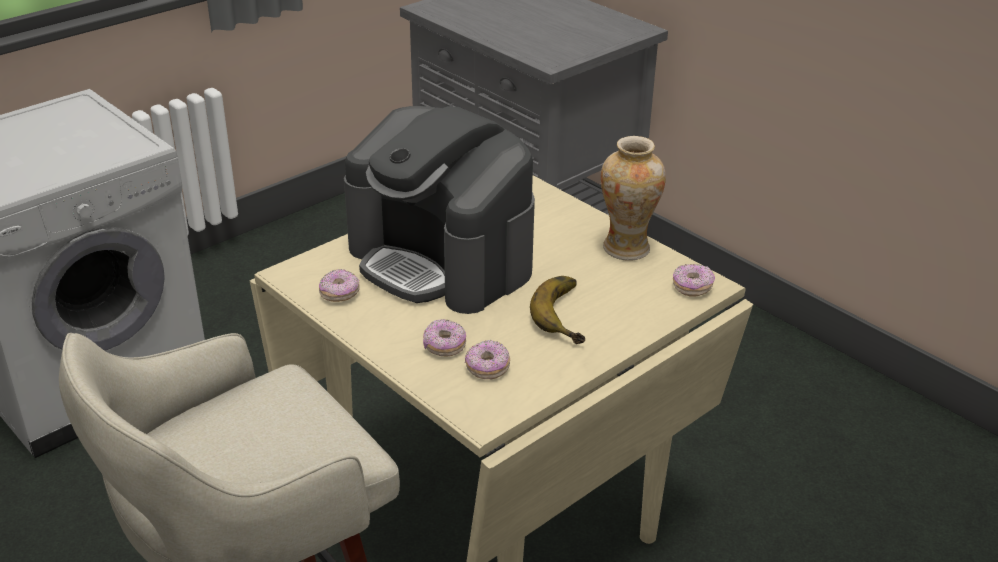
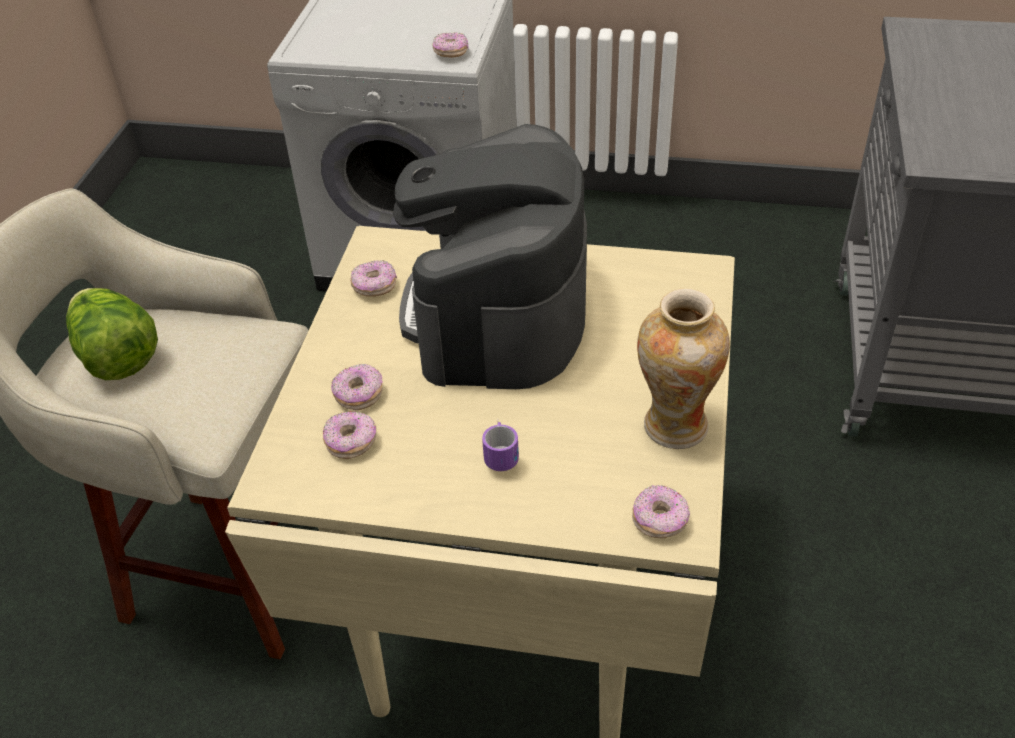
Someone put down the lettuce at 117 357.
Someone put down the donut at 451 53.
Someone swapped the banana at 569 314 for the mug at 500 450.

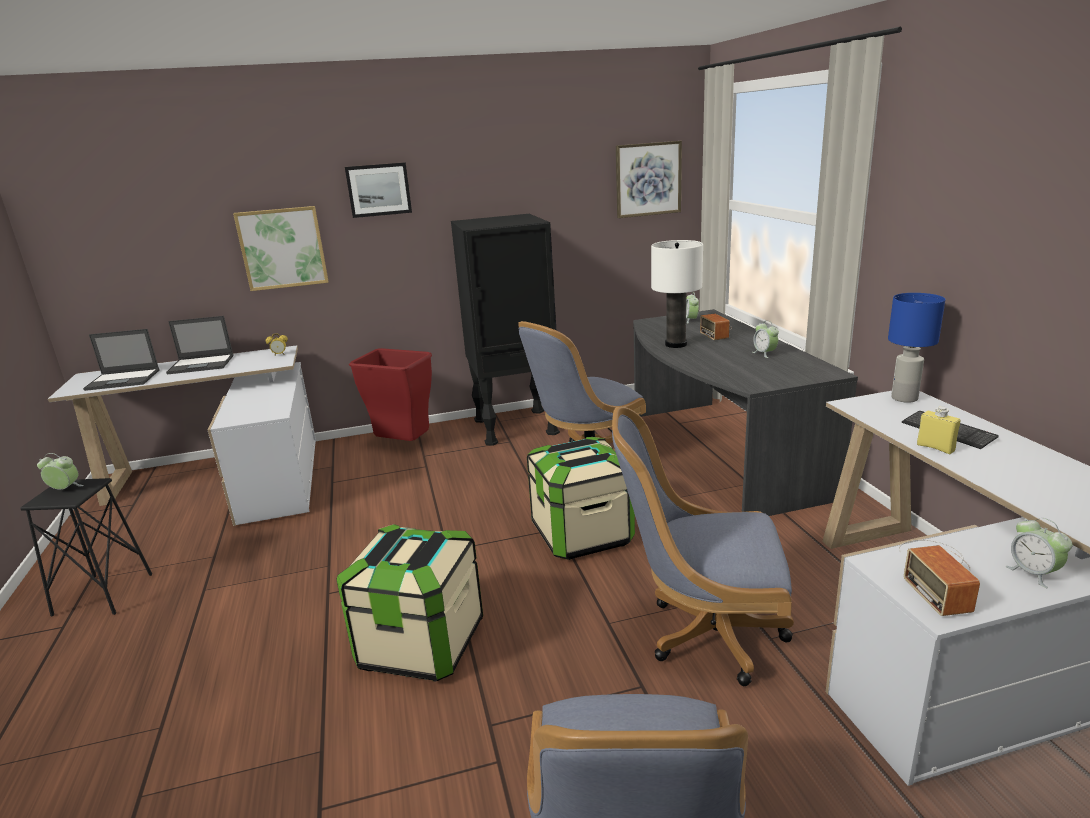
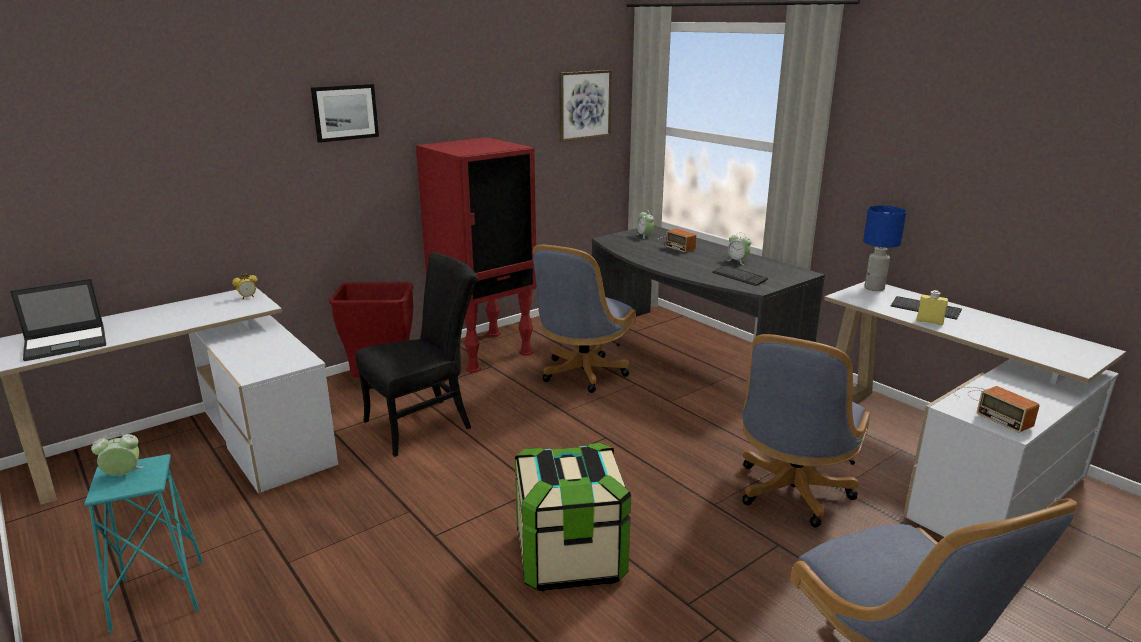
Someone repainted the black stool at 103 594, which became the turquoise stool at 158 595.
Someone put down the black chair at 424 423.
Someone repainted the black cabinet at 516 426, which became the red cabinet at 485 351.
Someone put down the keyboard at 739 277.
Someone rotated the blue office chair at 702 635 by 45 degrees counterclockwise.
Someone took away the laptop at 202 364.
Someone took away the picture at 282 248.
Someone took away the storage box at 582 534.
Someone took away the white table lamp at 676 344.
Someone took away the alarm clock at 1033 573.

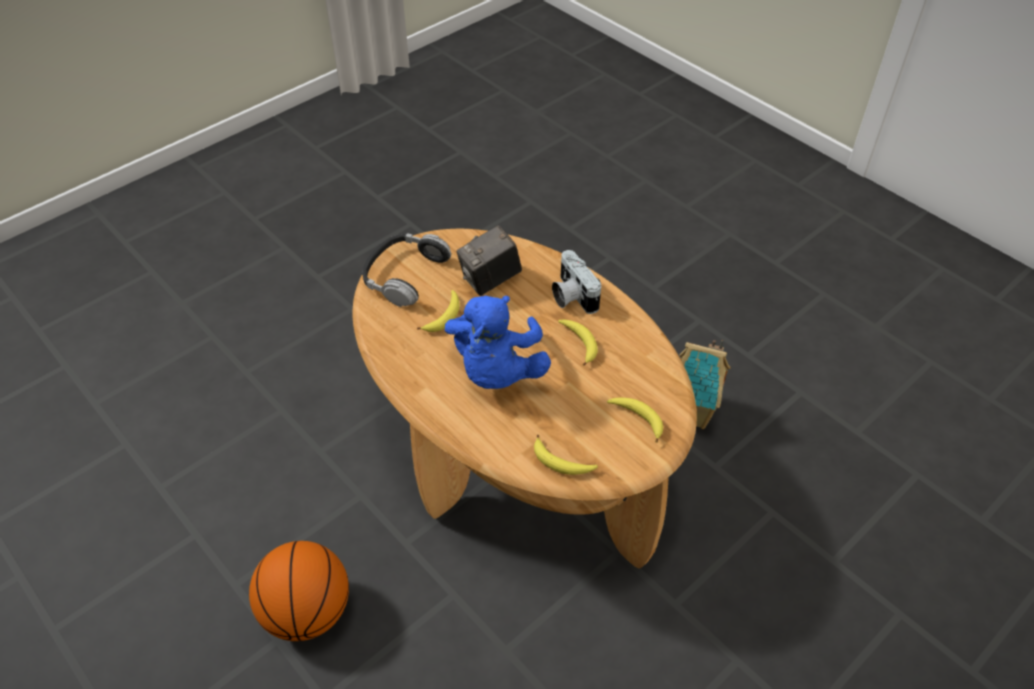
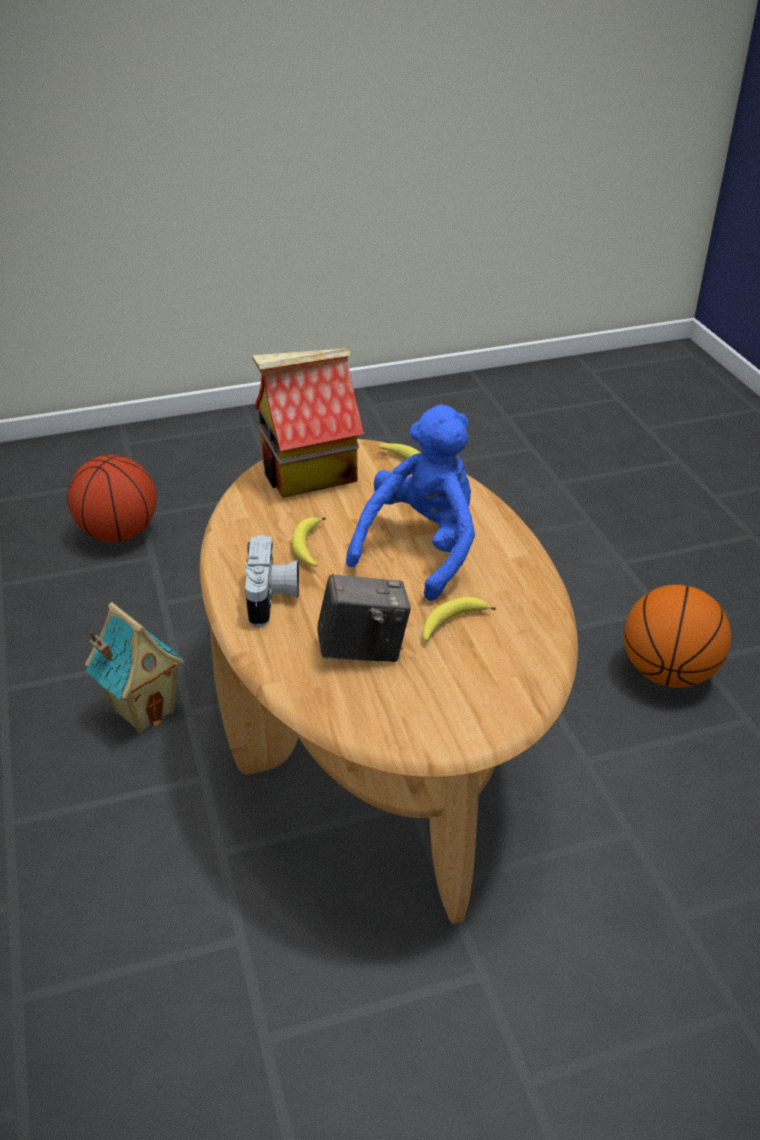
Someone put down the basketball at 119 533.
Someone swapped the banana at 637 419 for the toy house at 308 473.
Someone took away the headphones at 404 275.

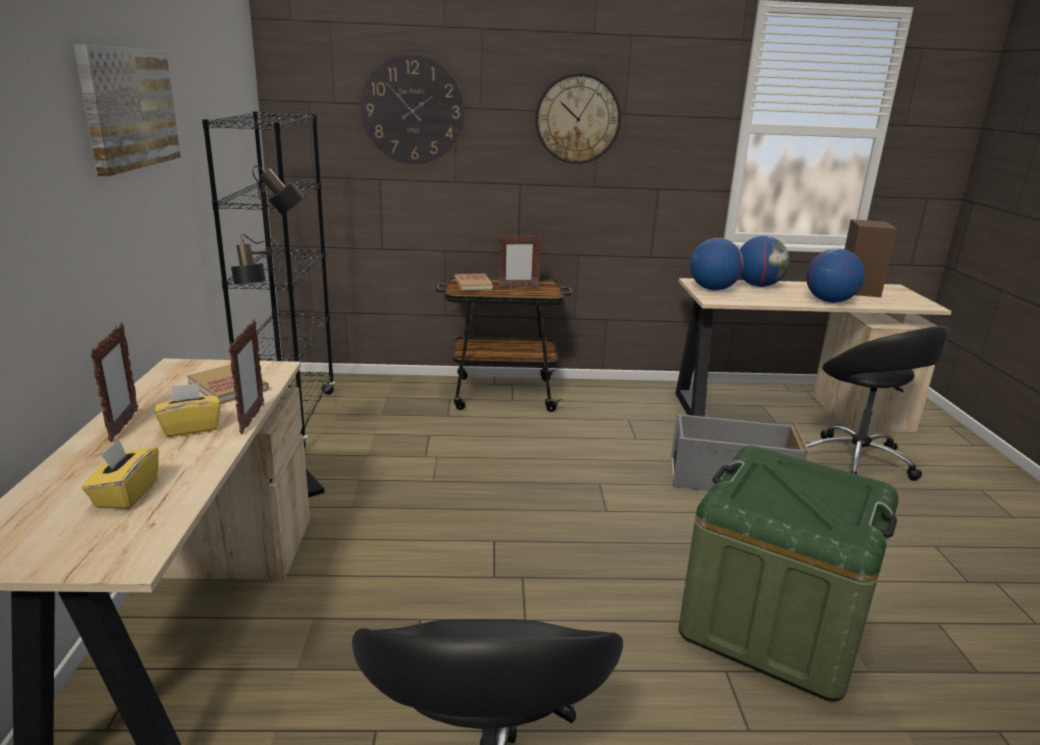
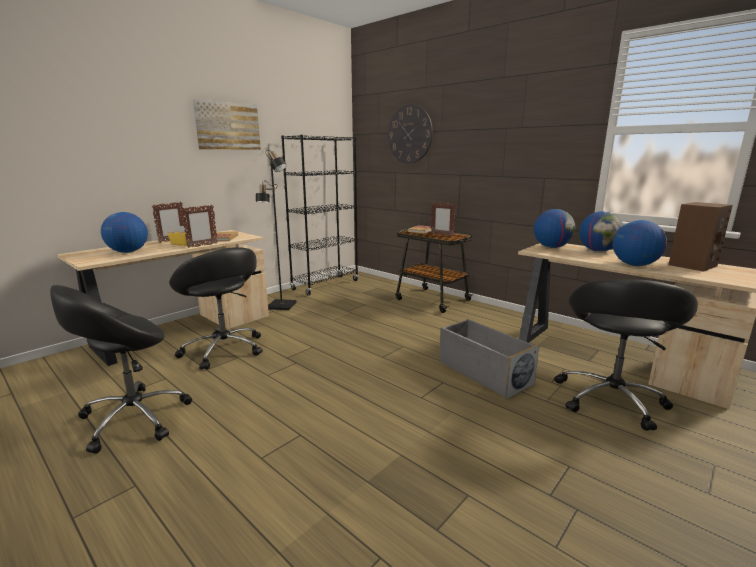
Someone swapped the yellow tissue box at 126 494 for the globe at 128 252.
Someone put down the black office chair at 224 351.
Someone took away the wall clock at 577 119.
Someone took away the green storage box at 773 624.

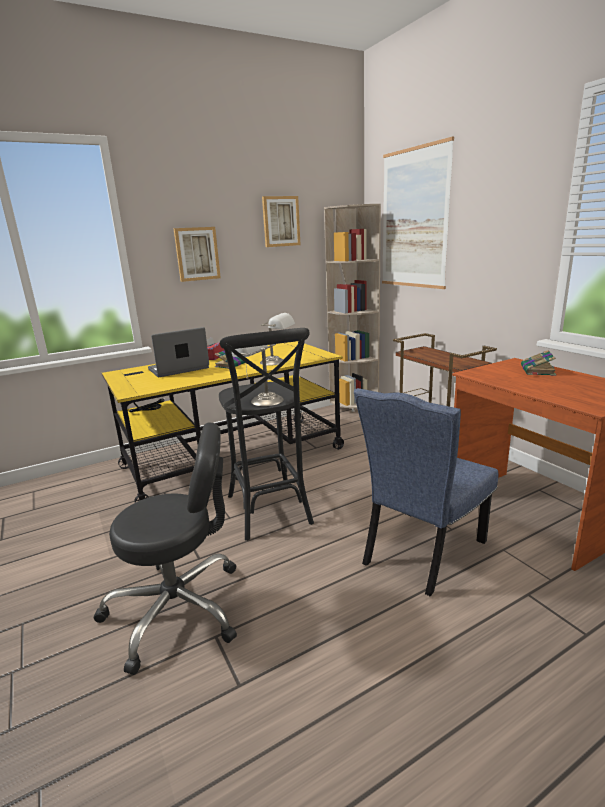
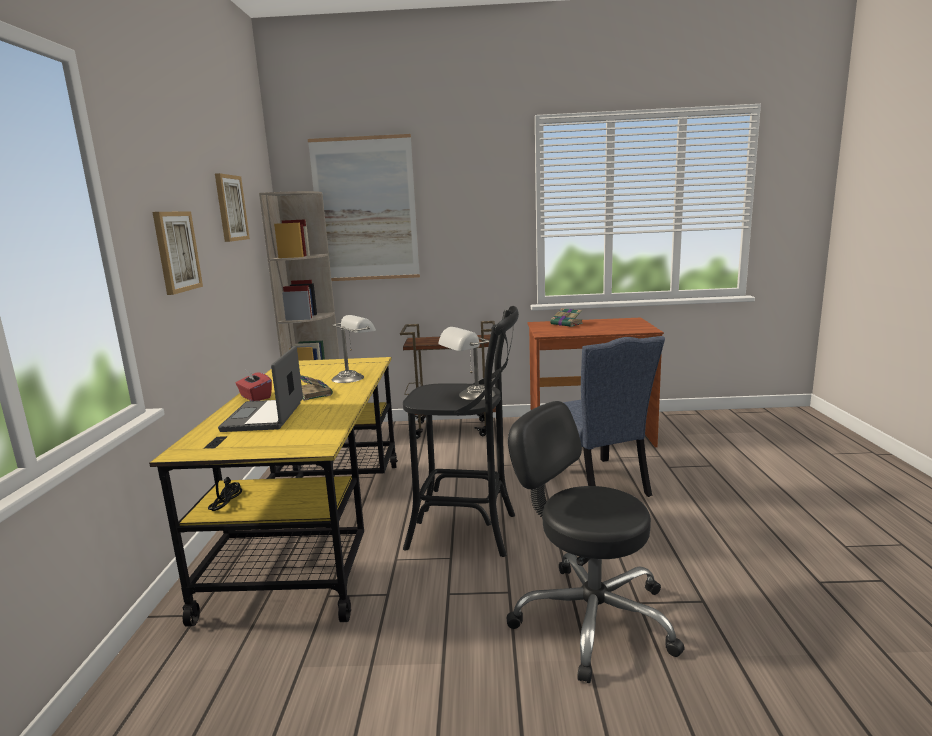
Someone rotated the black office chair at 183 608 by 75 degrees counterclockwise.

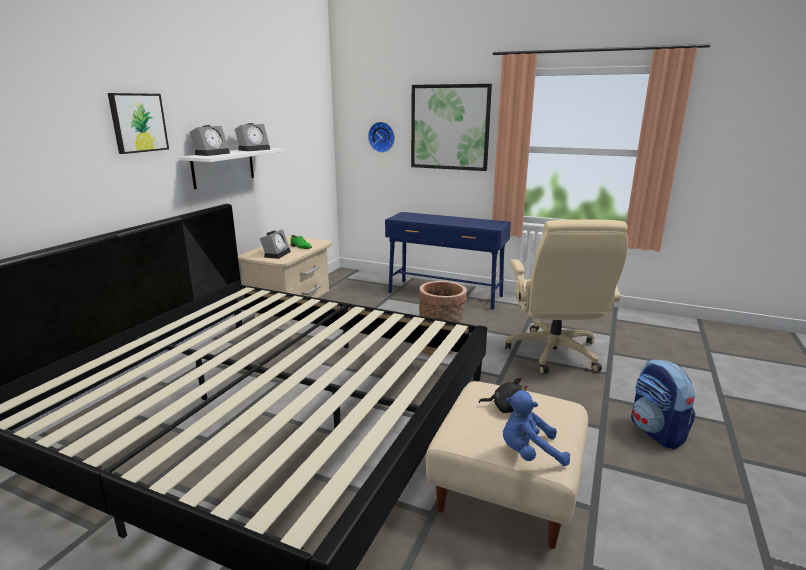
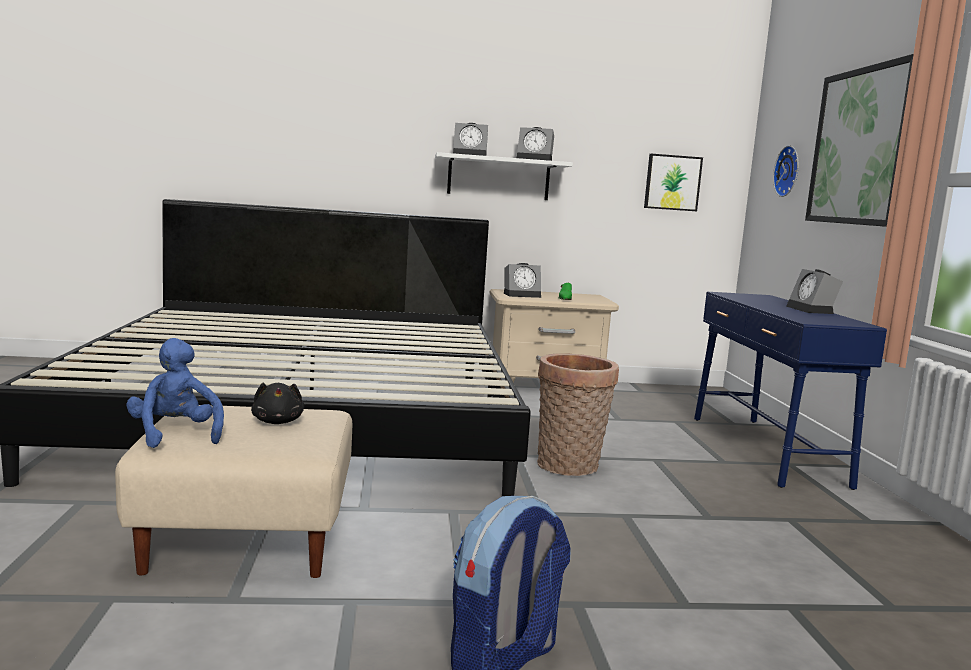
Someone carried the picture from 138 123 to 672 182.
Someone put down the alarm clock at 812 310.
Someone took away the beige office chair at 554 356.

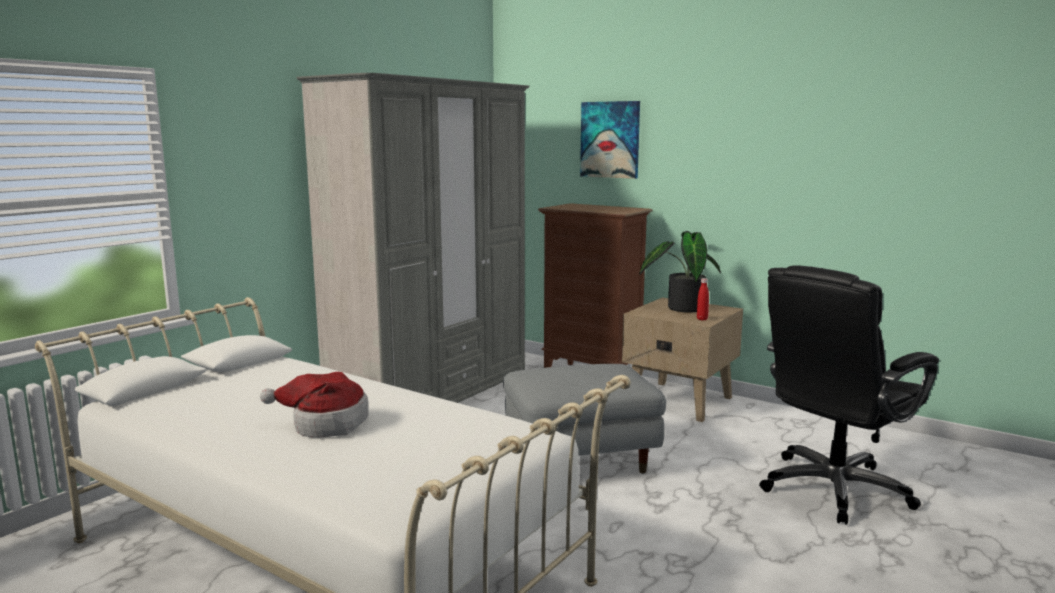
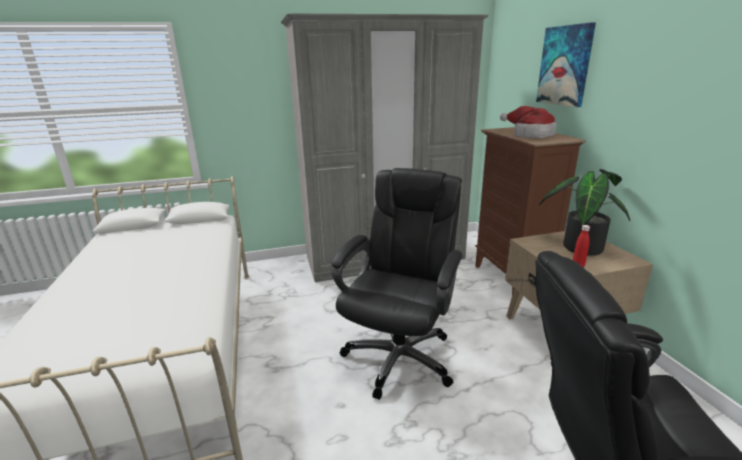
Someone swapped the grey ottoman at 581 461 for the black office chair at 399 357.
Someone carried the hat from 325 424 to 530 135.

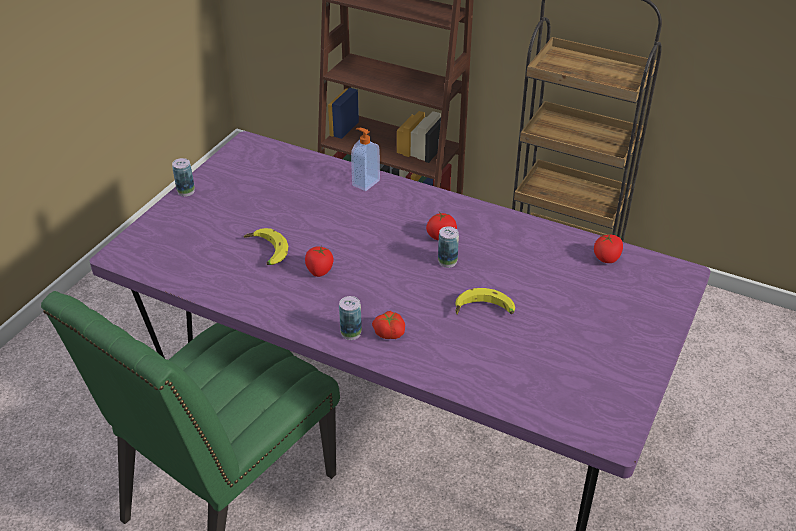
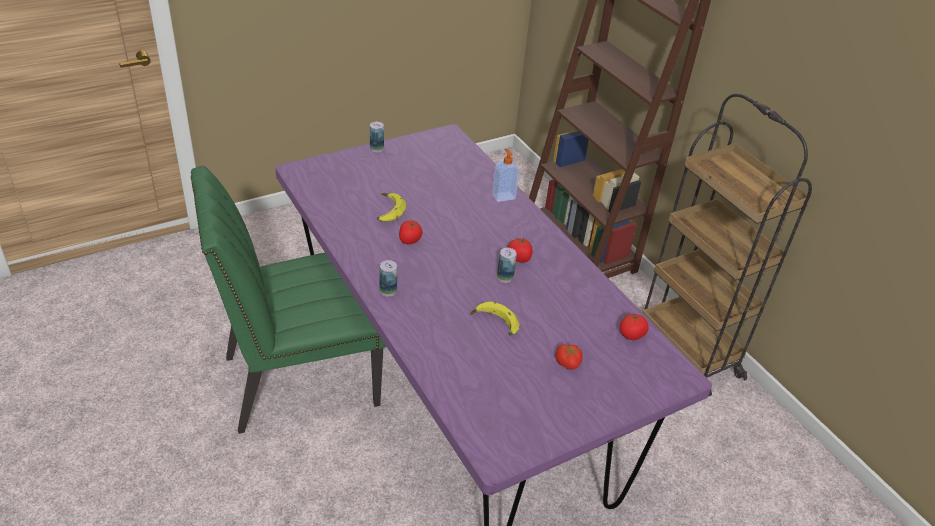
Someone carried the tomato from 389 332 to 568 362.

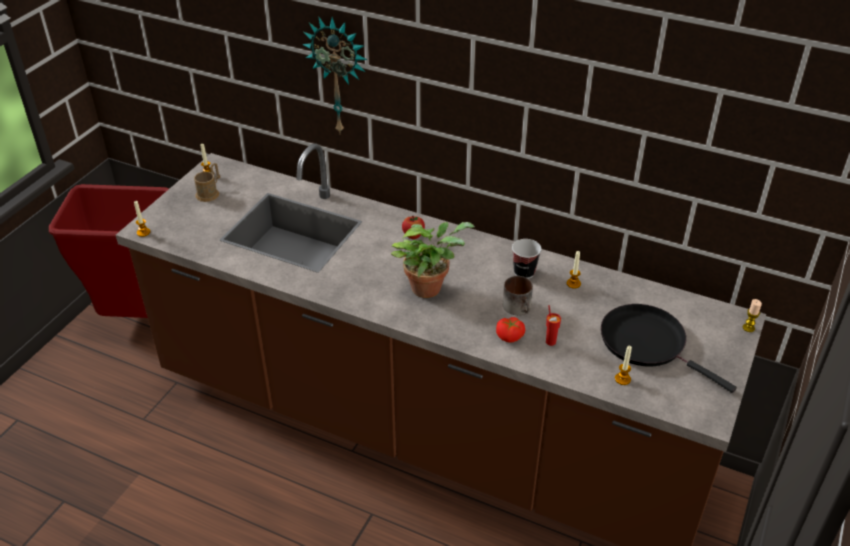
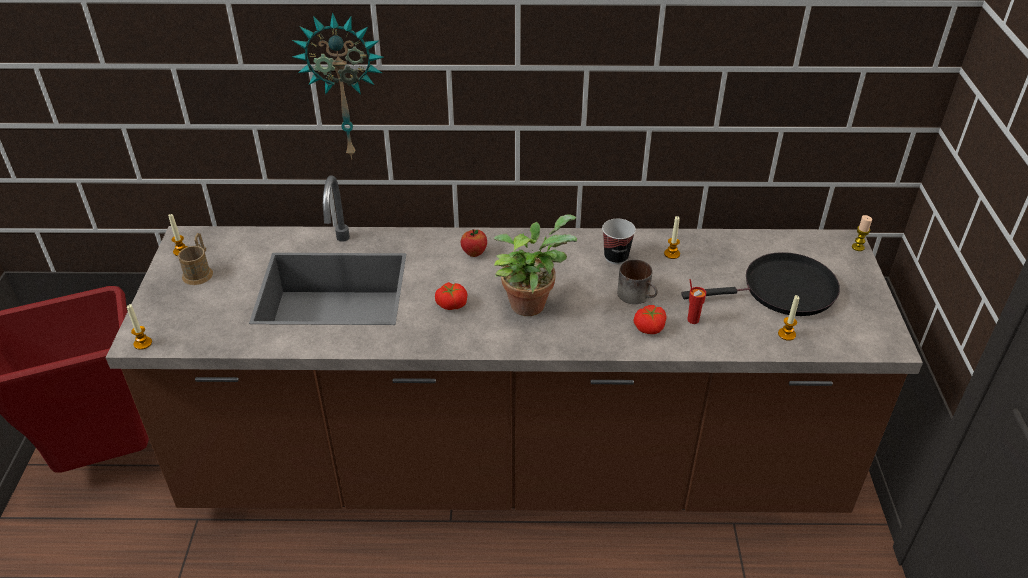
Someone put down the tomato at 451 304.
Someone rotated the black frying pan at 648 343 by 150 degrees clockwise.

